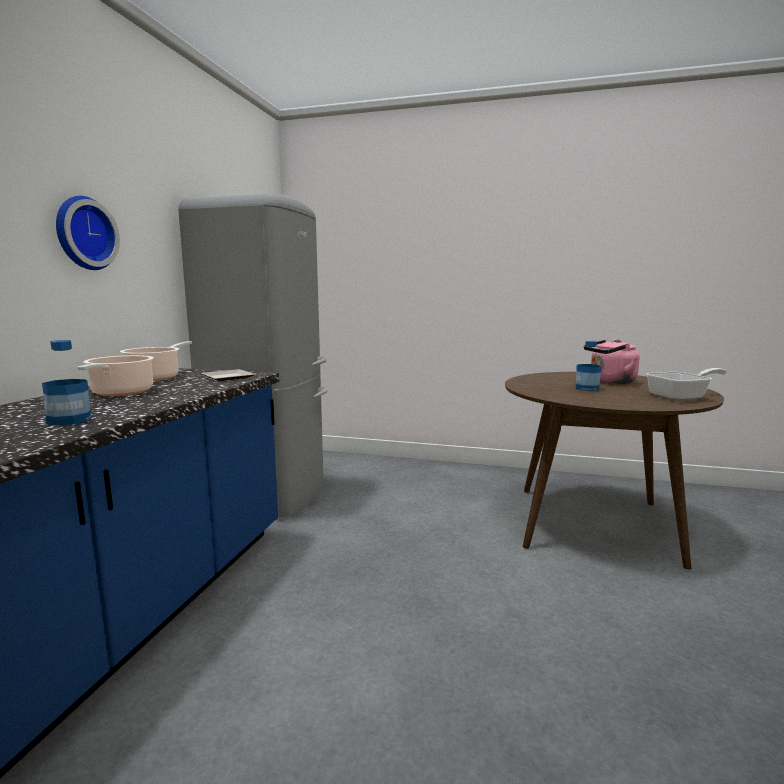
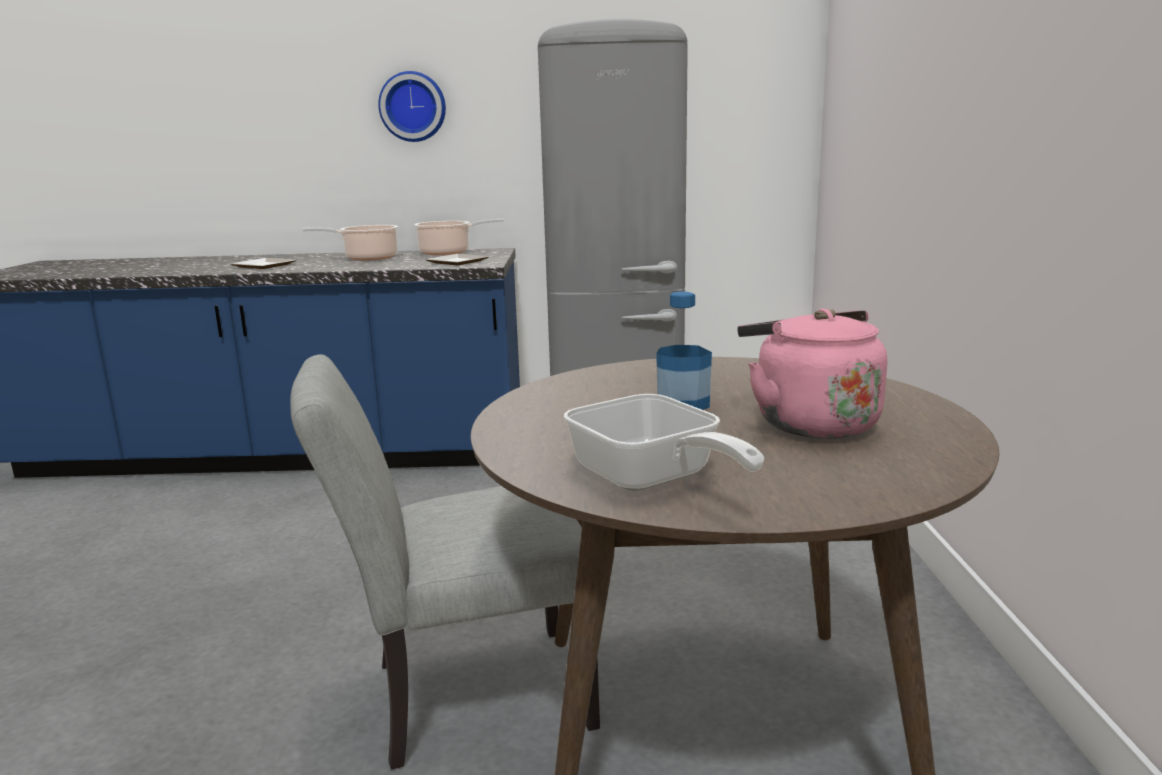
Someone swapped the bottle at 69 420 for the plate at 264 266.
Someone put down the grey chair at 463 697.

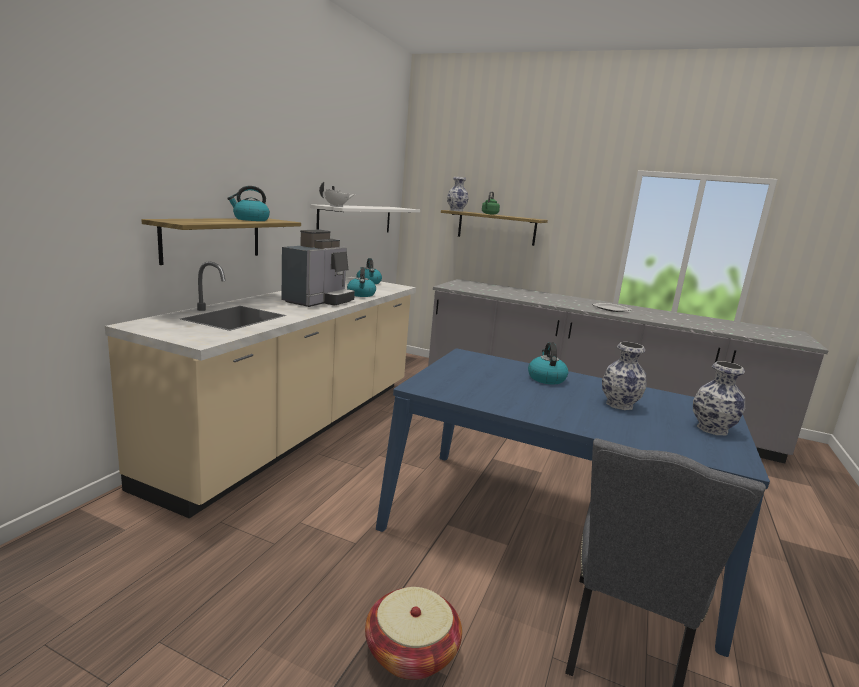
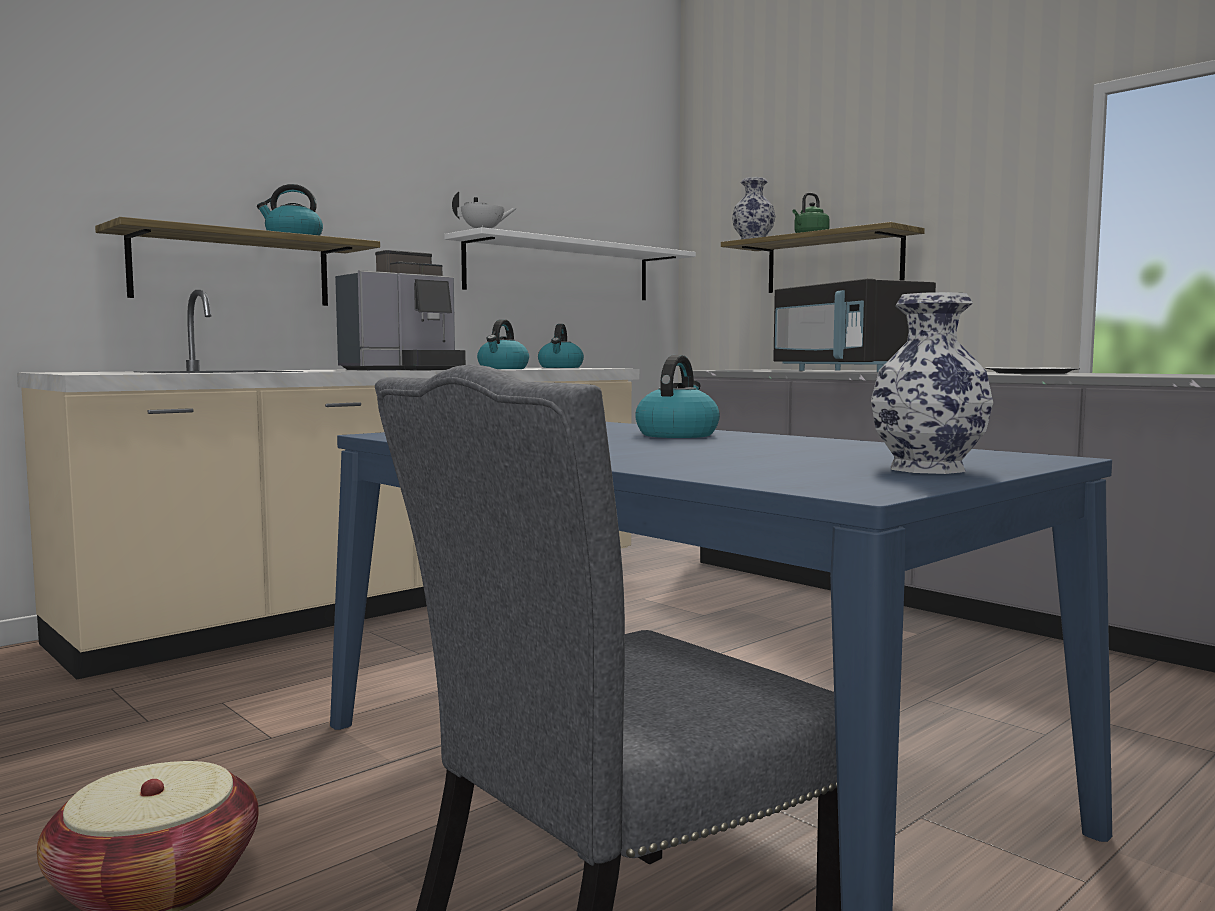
Someone put down the black microwave at 848 371.
Someone took away the vase at 619 404.

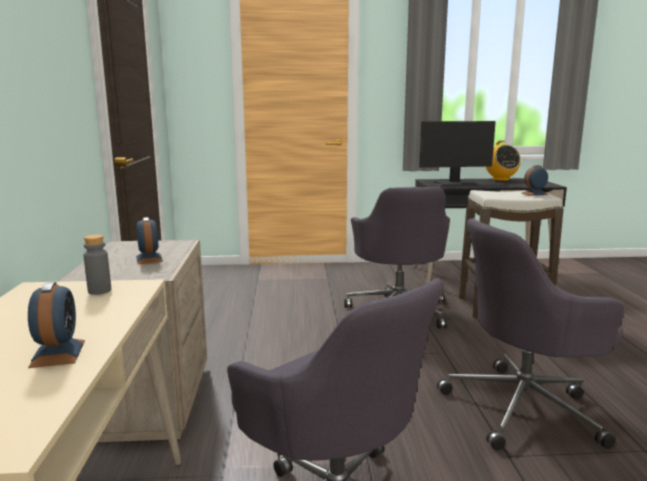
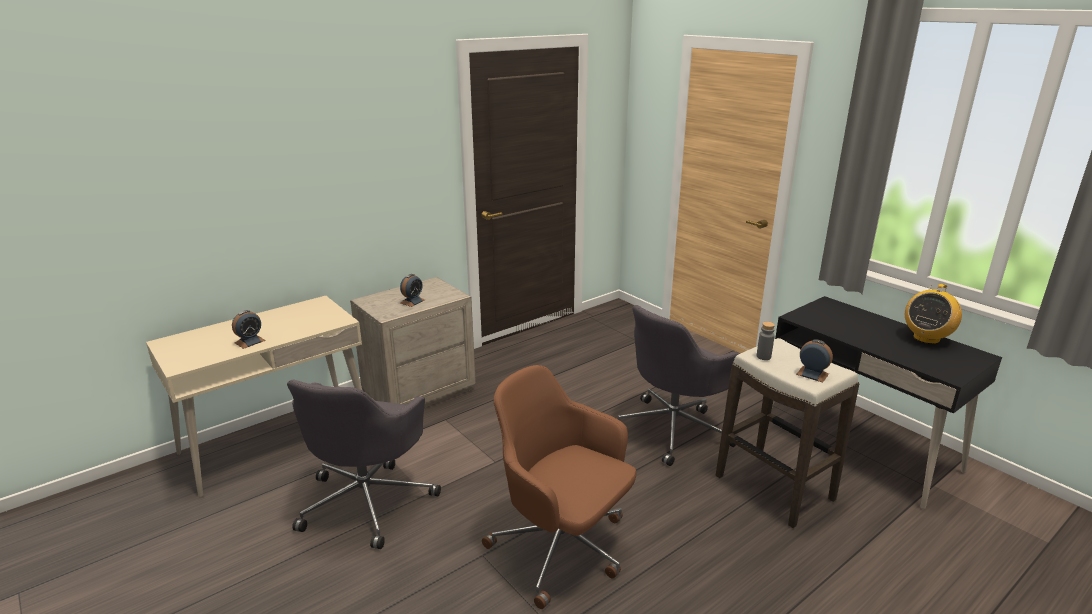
Someone repainted the grey office chair at 524 408, which became the brown office chair at 562 548.
Someone carried the grey bottle from 99 291 to 763 357.
Someone took away the monitor at 456 183.

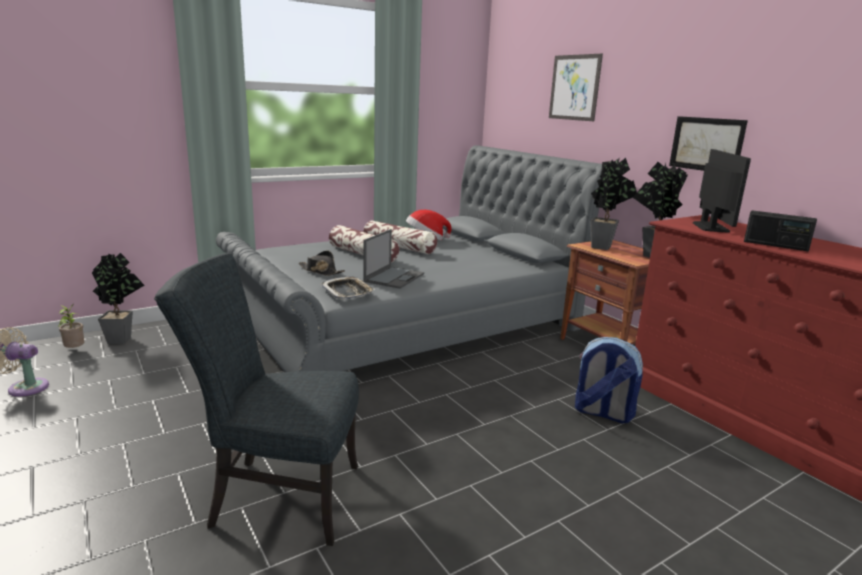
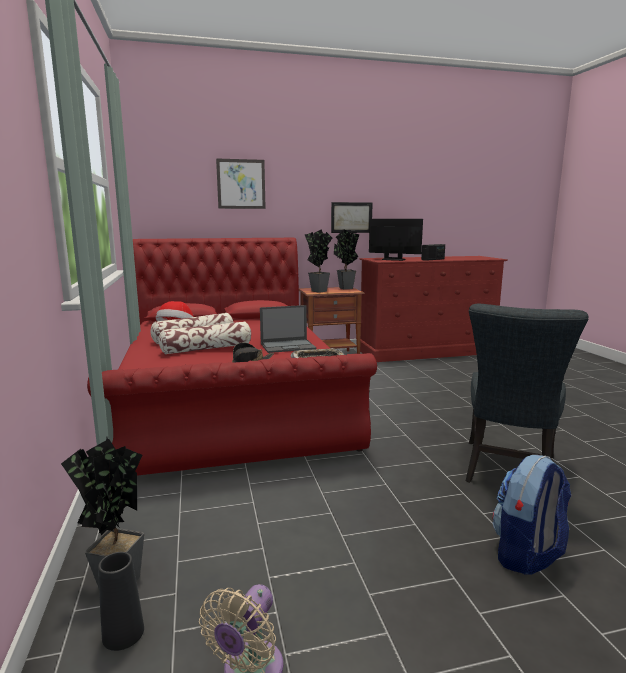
Someone repainted the grey bed at 407 319, which became the red bed at 230 399.
Someone swapped the potted plant at 75 350 for the black vase at 123 633.
Someone rotated the laptop at 394 277 by 120 degrees clockwise.
Someone carried the backpack from 602 413 to 527 554.

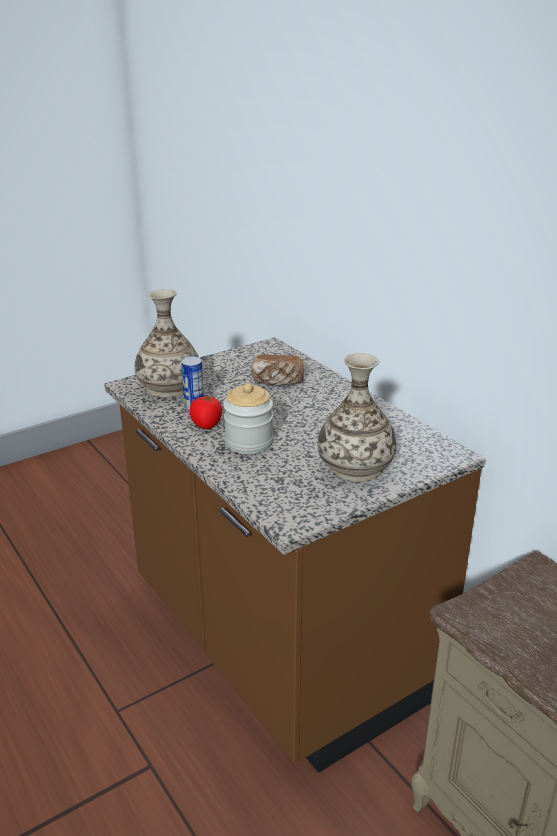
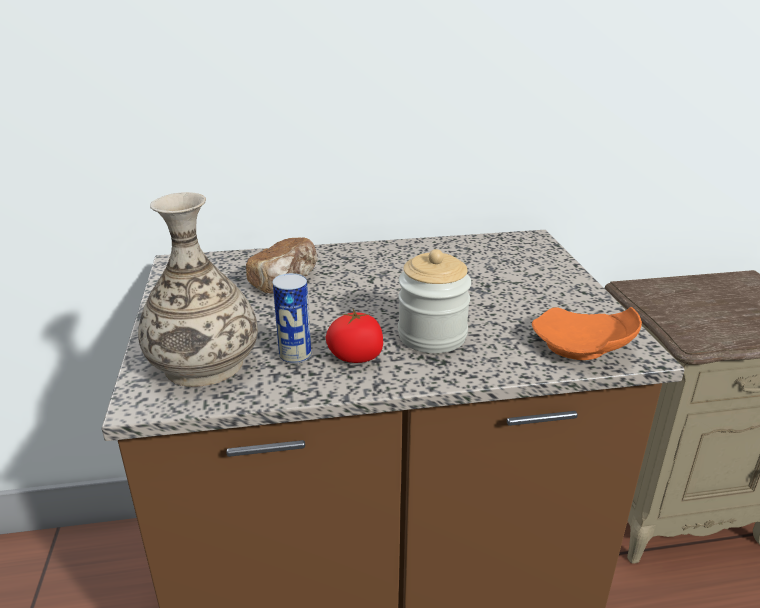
Someone put down the orange plate at 583 349.
Someone took away the vase at 356 467.

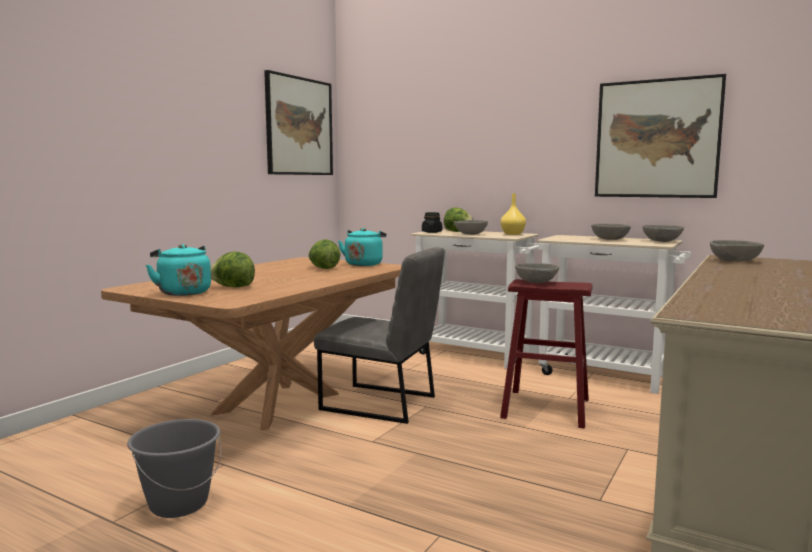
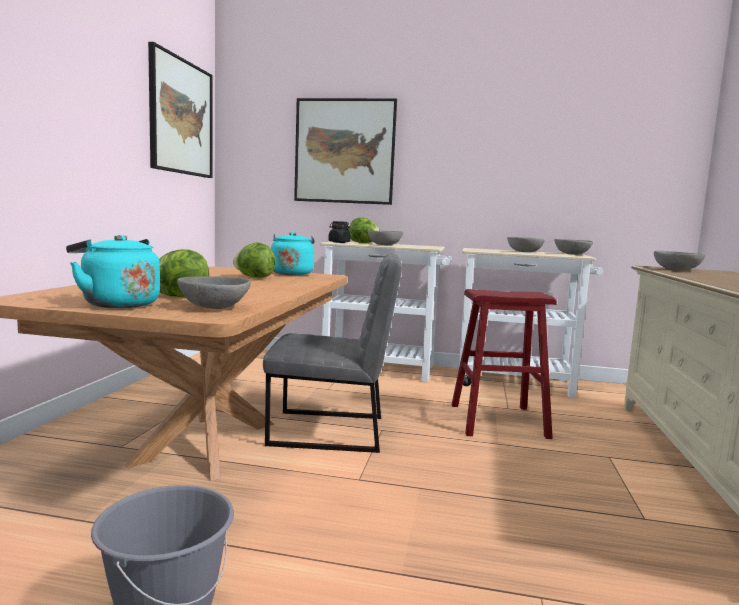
Someone carried the grey bowl from 536 282 to 215 307.
Someone carried the picture from 657 139 to 344 151.
Someone took away the yellow vase at 512 234.

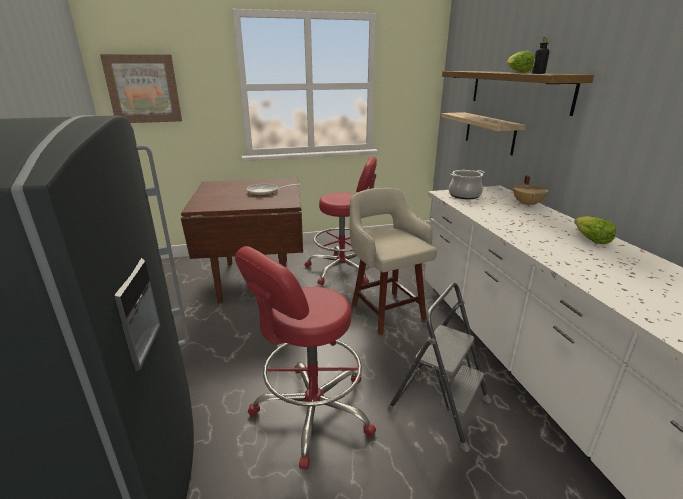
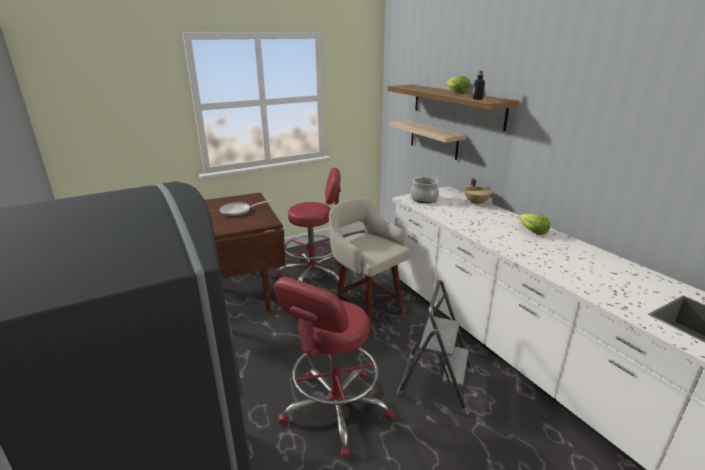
Someone took away the picture at 143 89.

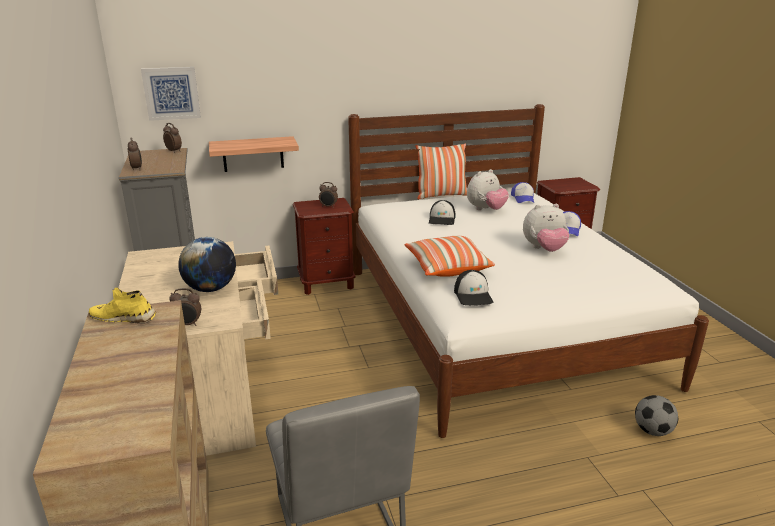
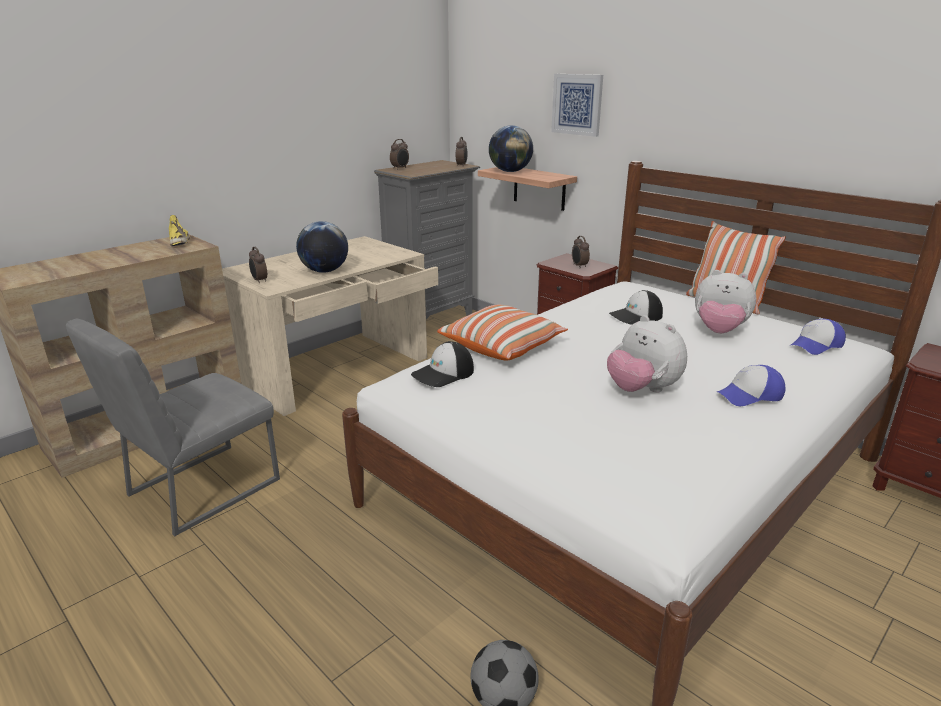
Someone put down the globe at 510 171.
Someone carried the picture from 171 93 to 577 104.

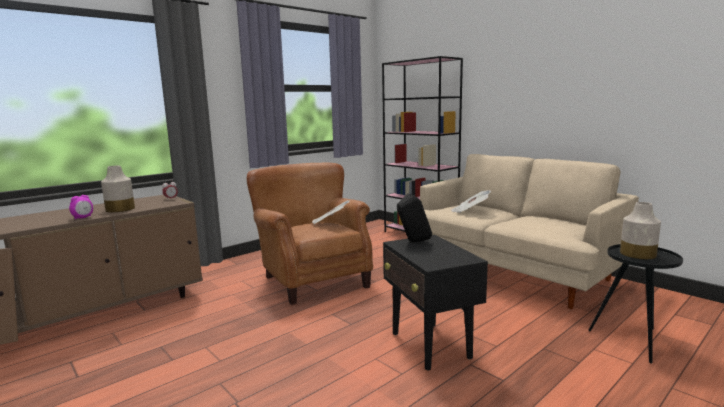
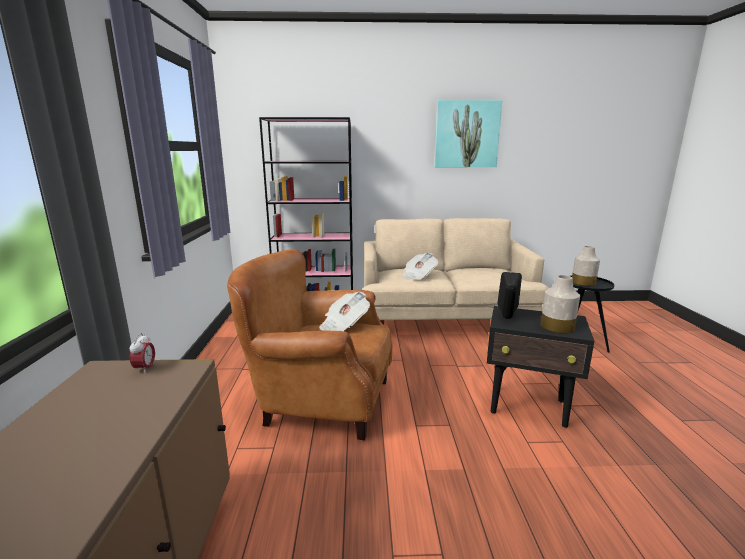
Someone put up the picture at 467 134.
Someone carried the beige vase from 120 209 to 557 326.
Someone took away the alarm clock at 83 218.

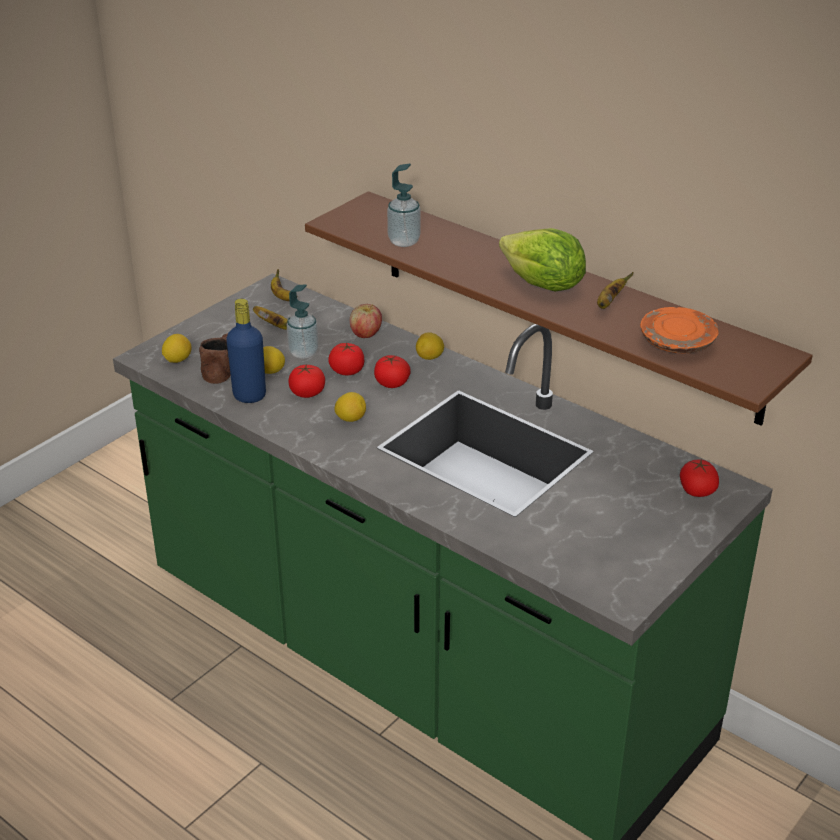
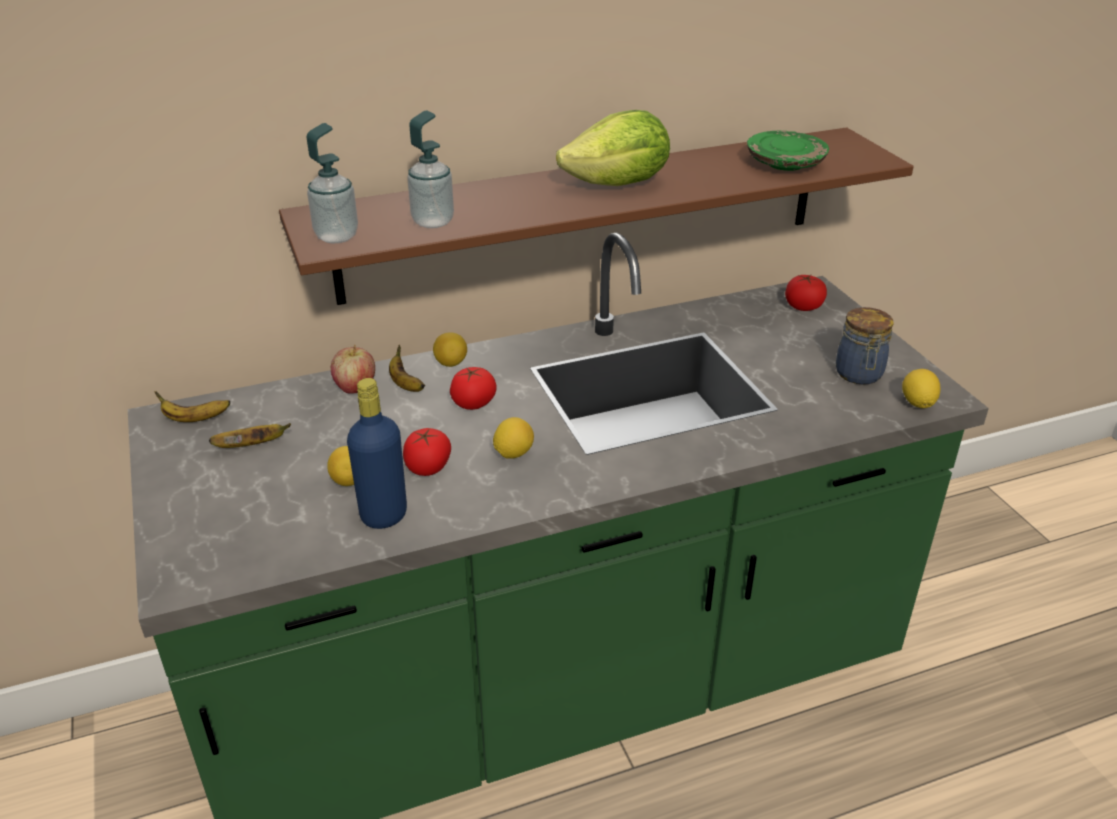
Someone carried the soap dispenser from 303 353 to 336 236.
Someone carried the banana from 609 302 to 405 384.
Someone repainted the orange plate at 677 342, which became the green plate at 785 163.
Someone put down the jar at 859 375.
Someone carried the lemon from 177 360 to 917 403.
Someone took away the brown mug at 221 371.
Someone took away the tomato at 347 371.

